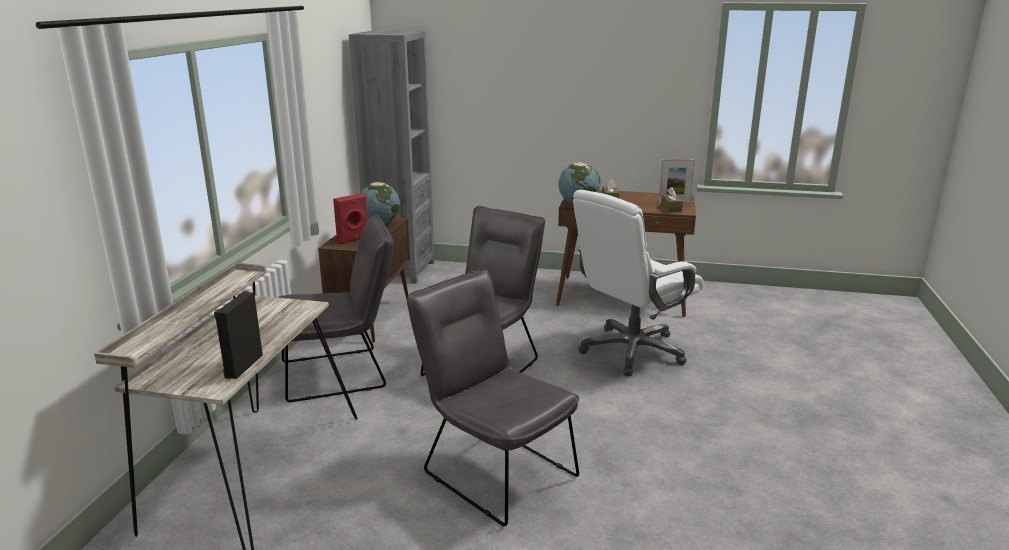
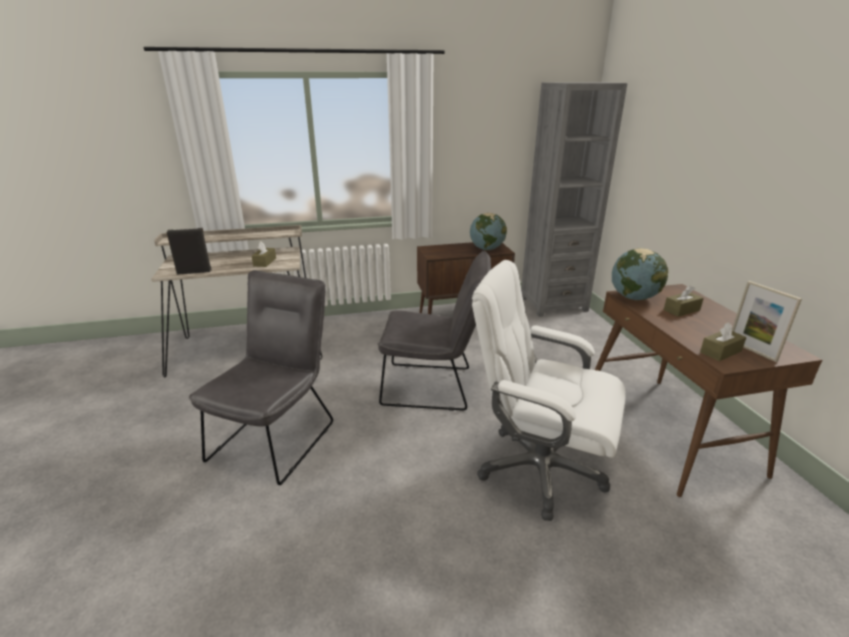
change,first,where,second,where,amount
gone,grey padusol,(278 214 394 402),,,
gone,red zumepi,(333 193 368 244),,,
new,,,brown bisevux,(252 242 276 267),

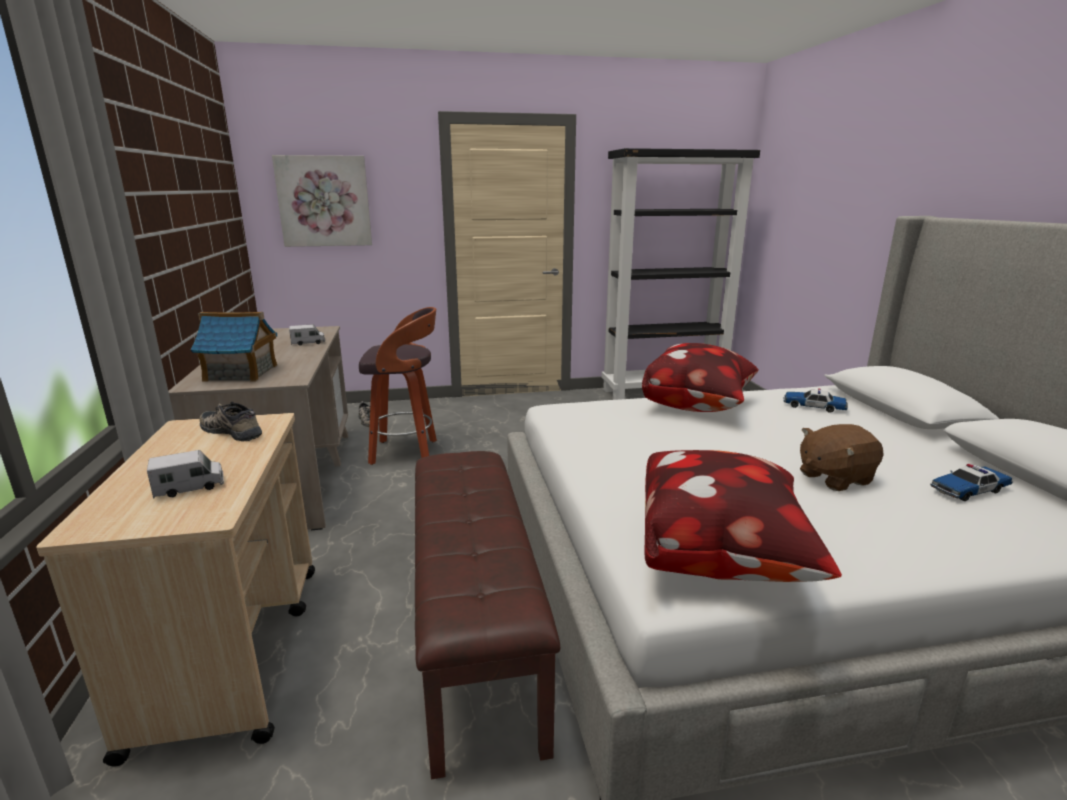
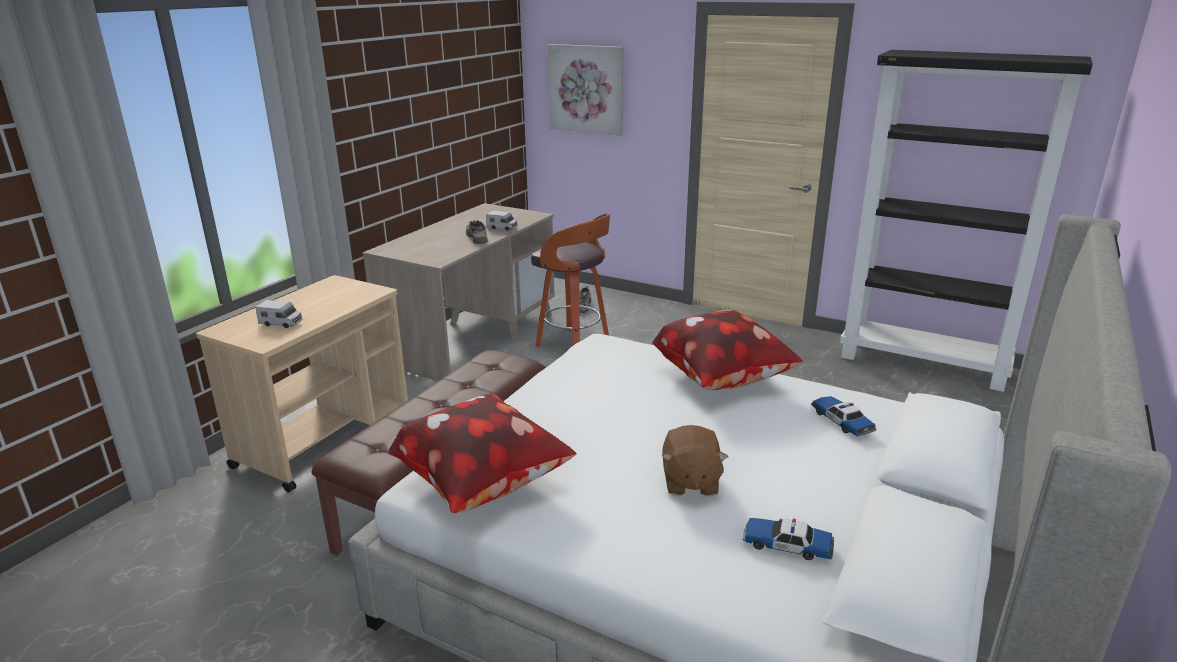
change,first,where,second,where,amount
gone,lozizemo,(191 312 277 382),,,
shifted,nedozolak,(200 402 262 441),,(466 220 488 244),
rotated,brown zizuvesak,(800 424 884 491),,(662 425 728 496),105 degrees counterclockwise

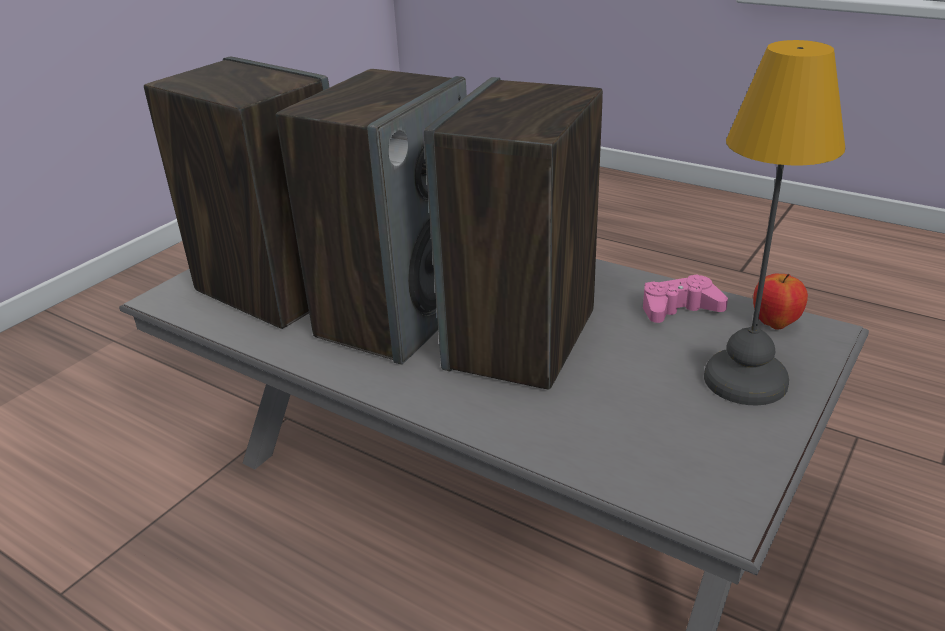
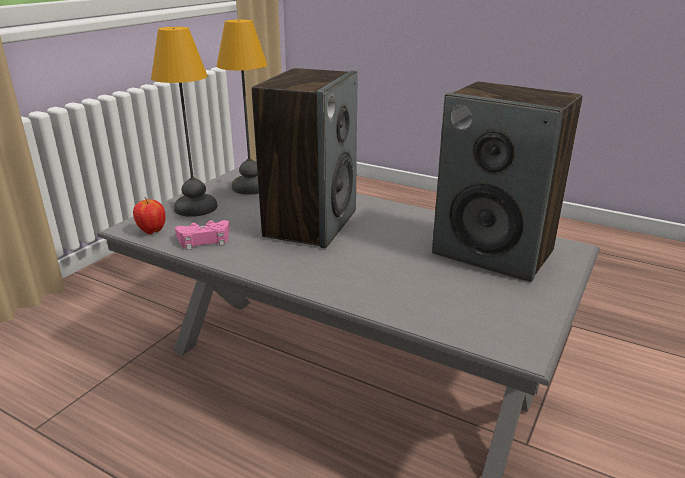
change,first,where,second,where,amount
gone,zumepi,(276 69 467 365),,,
new,,,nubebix,(217 19 267 195),

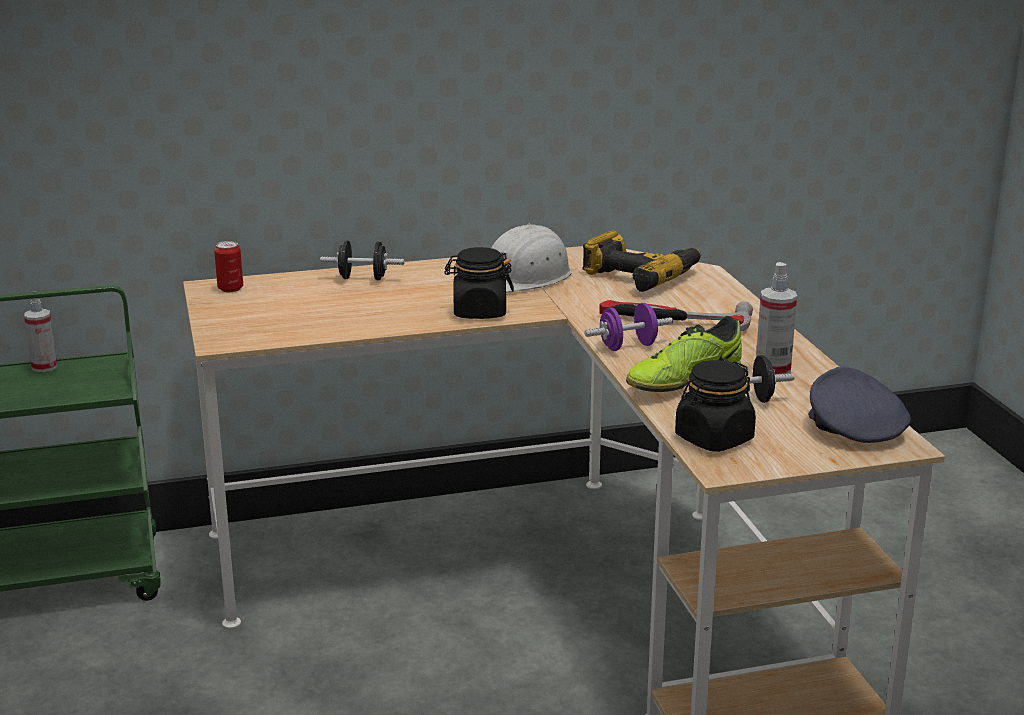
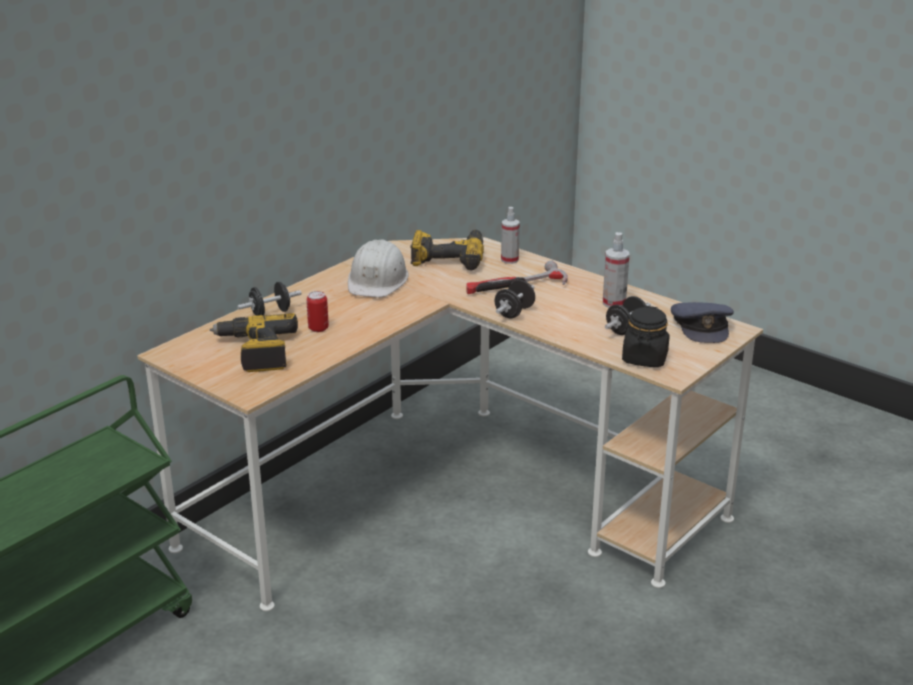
change,first,where,second,where,amount
shifted,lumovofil,(24 291 57 372),,(501 207 520 264),
shifted,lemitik,(214 241 243 292),,(306 291 329 332),
gone,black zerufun,(444 247 514 319),,,
repainted,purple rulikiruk,(584 303 673 351),black rulikiruk,(494 280 535 318),
gone,nedozolak,(626 316 742 392),,,
rotated,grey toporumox,(808 366 911 443),,(671 302 734 343),135 degrees counterclockwise
new,,,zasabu,(210 313 298 372),

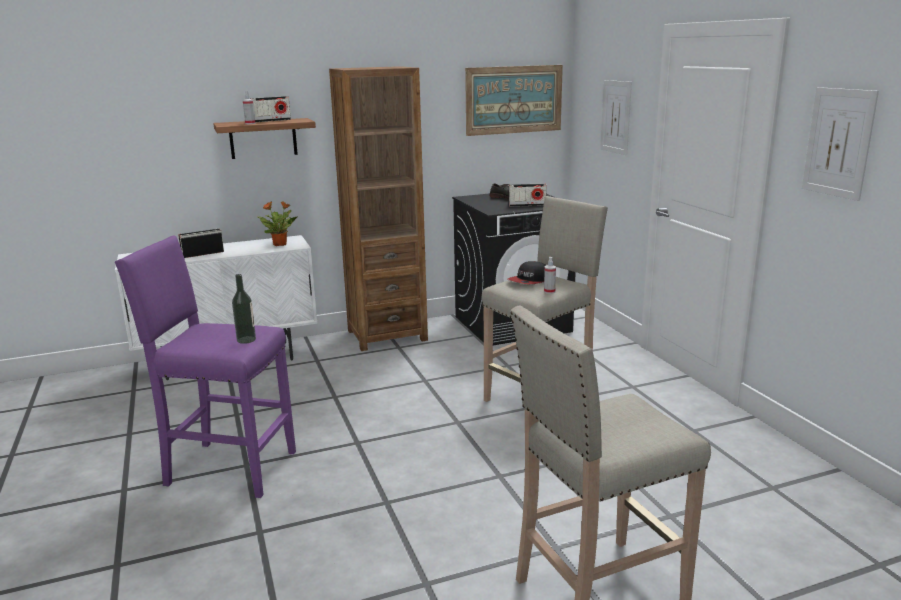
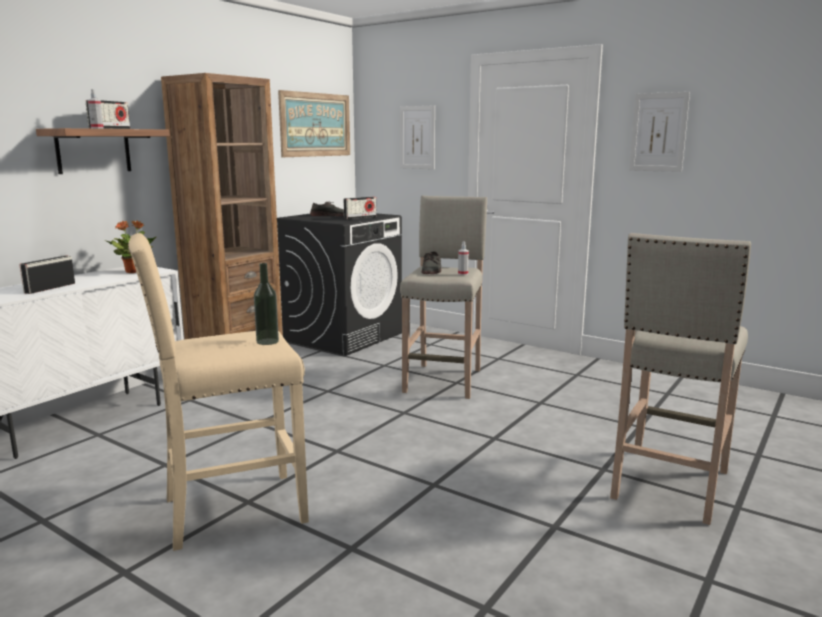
change,first,where,second,where,amount
repainted,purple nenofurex,(115 236 296 498),beige nenofurex,(128 233 309 551),
swapped,toporumox,(508 261 546 284),grey nedozolak,(421 251 441 274),

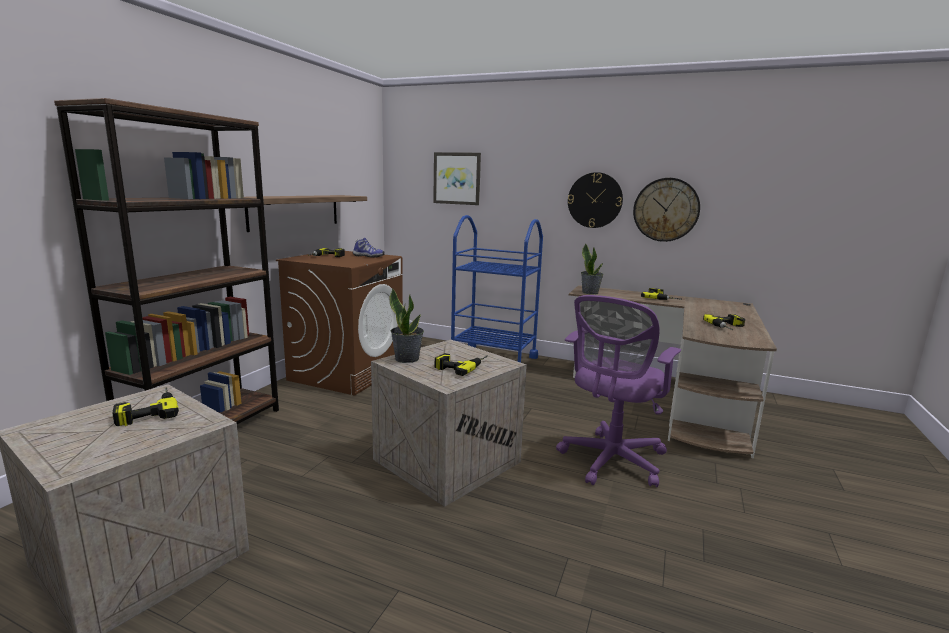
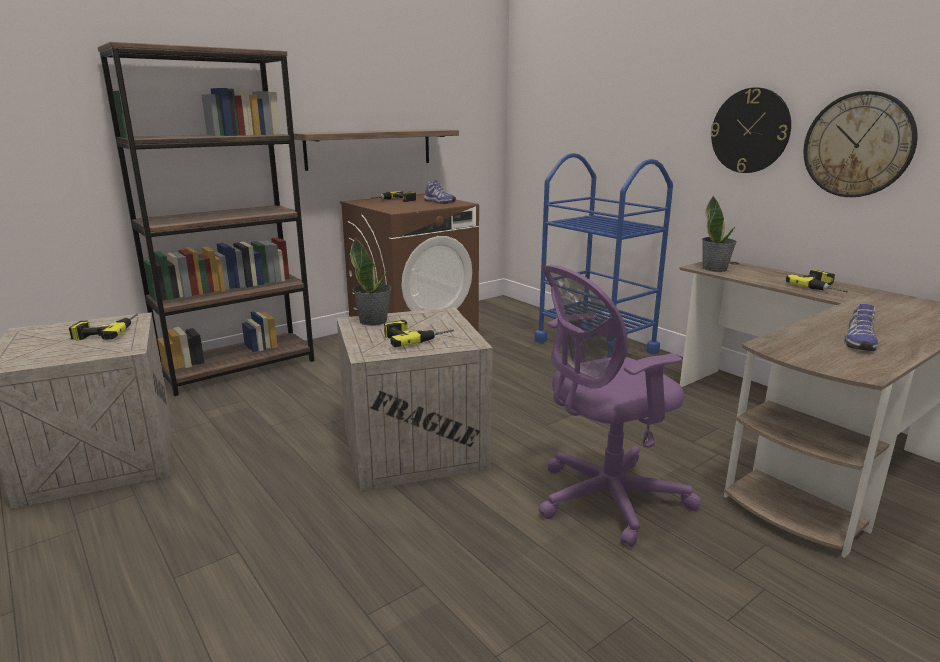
change,first,where,second,where,amount
gone,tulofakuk,(433 152 481 205),,,
swapped,zasabu,(703 314 745 330),nedozolak,(845 304 878 351),

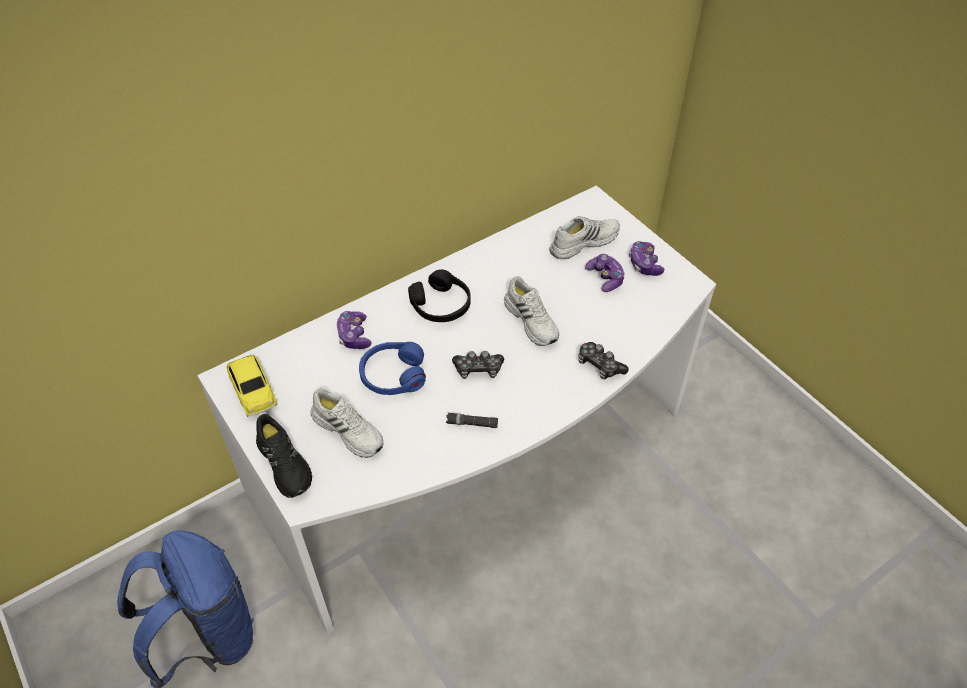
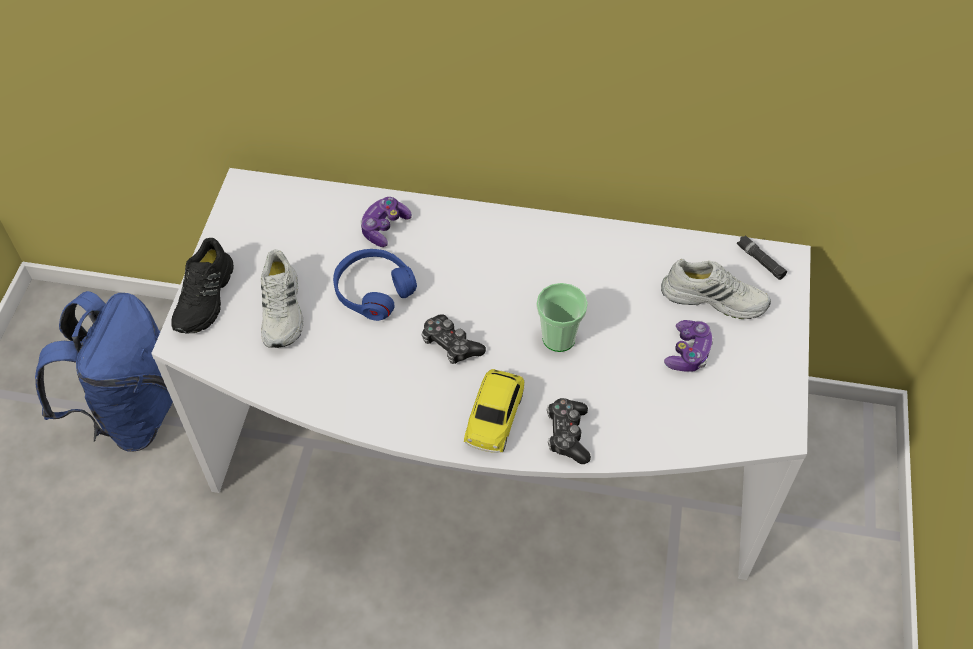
change,first,where,second,where,amount
shifted,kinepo,(227 355 277 417),,(464 369 524 453),
gone,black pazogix,(408 270 471 322),,,
shifted,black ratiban,(446 413 498 428),,(737 235 787 280),
swapped,white nedozolak,(504 276 559 346),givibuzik,(536 283 588 352),
gone,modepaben,(629 241 664 276),,,

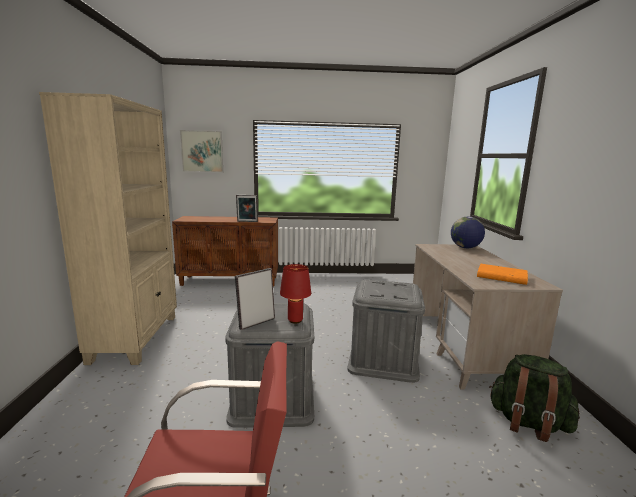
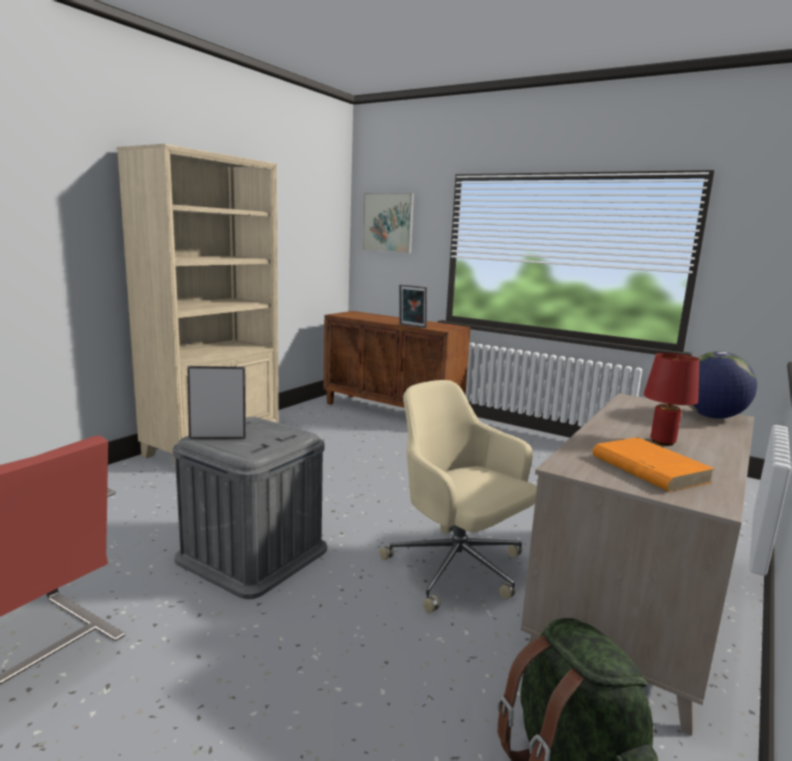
change,first,where,second,where,amount
shifted,red nubebix,(280 264 311 323),,(644 353 700 446),
swapped,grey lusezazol,(348 279 425 383),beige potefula,(379 380 537 613),

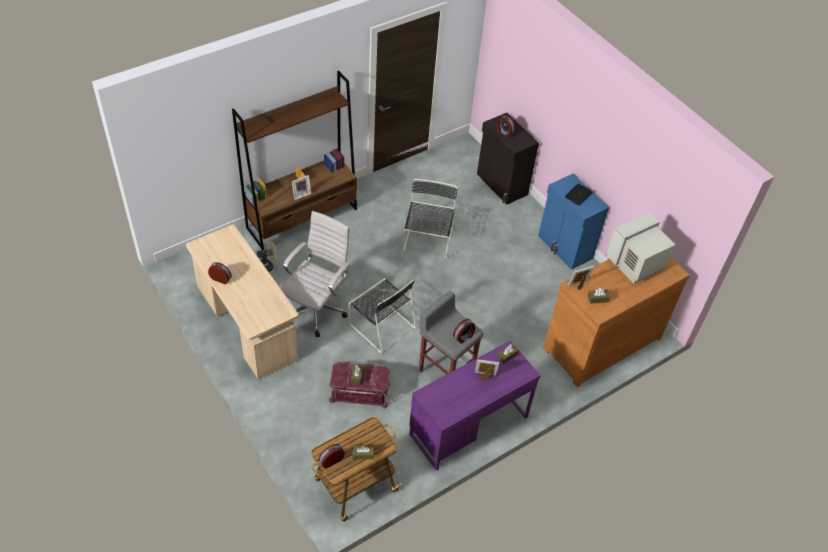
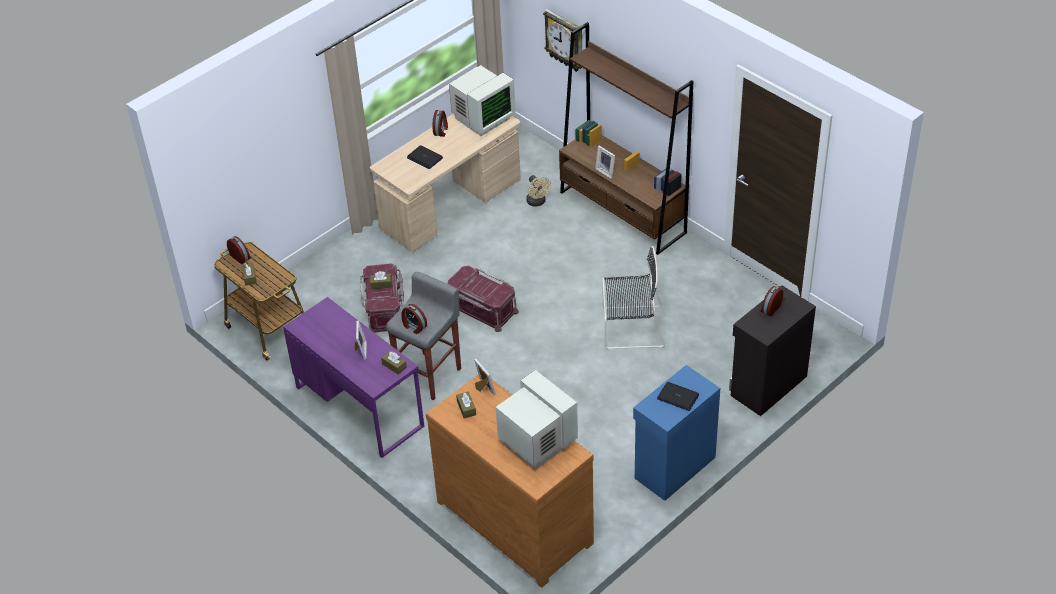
change,first,where,second,where,amount
gone,white potefula,(280 211 351 337),,,
swapped,black padusol,(349 278 416 353),red lusezazol,(448 266 519 332),
new,,,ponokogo,(407 145 443 169),
new,,,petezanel,(449 65 516 136),
new,,,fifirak,(543 9 582 72),

